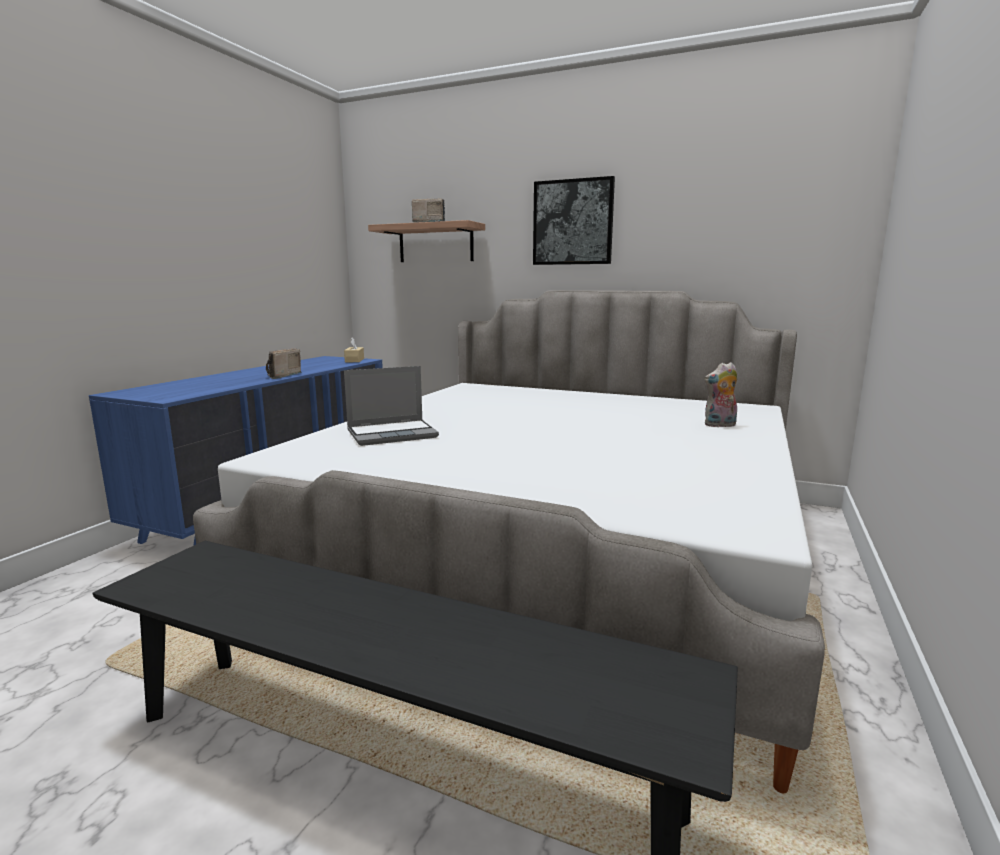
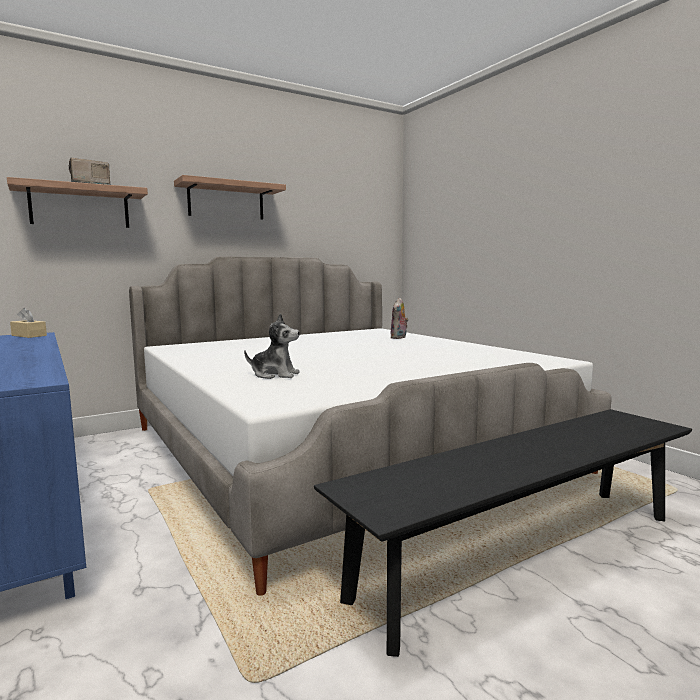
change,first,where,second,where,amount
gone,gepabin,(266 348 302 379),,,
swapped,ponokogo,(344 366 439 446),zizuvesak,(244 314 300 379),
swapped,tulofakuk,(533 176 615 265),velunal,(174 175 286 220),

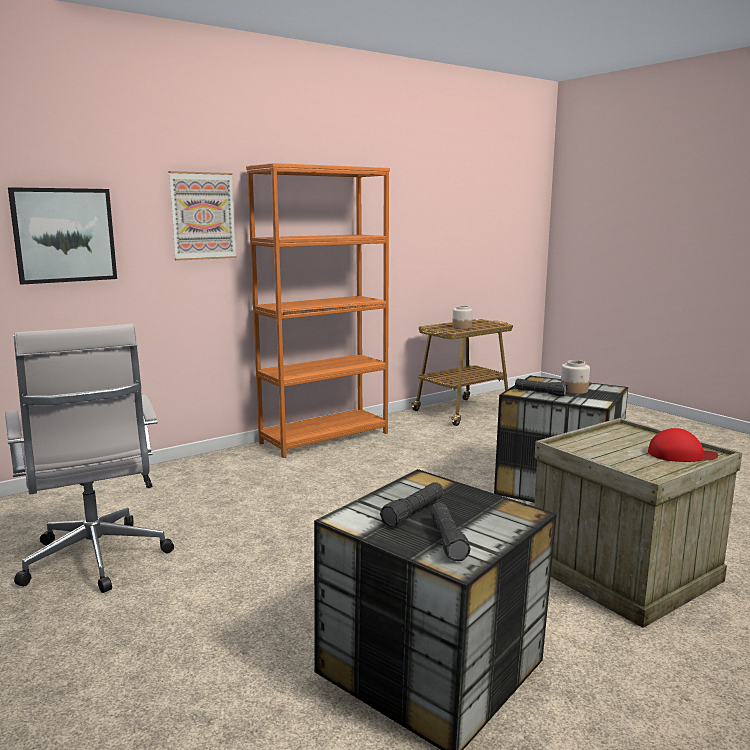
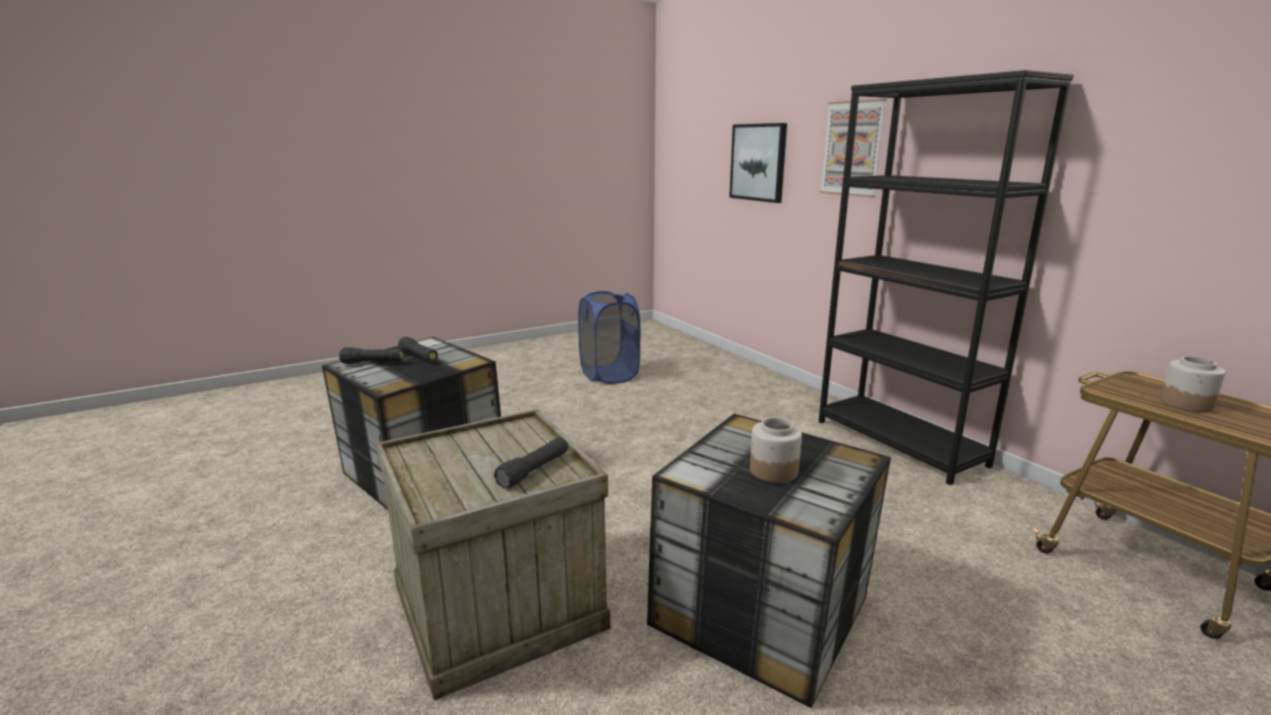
change,first,where,second,where,amount
swapped,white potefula,(5 324 174 593),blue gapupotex,(578 291 640 384),
repainted,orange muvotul,(246 163 390 458),black muvotul,(818 70 1074 485),
shifted,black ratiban,(515 379 568 397),,(494 437 568 489),
gone,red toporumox,(648 428 718 462),,,

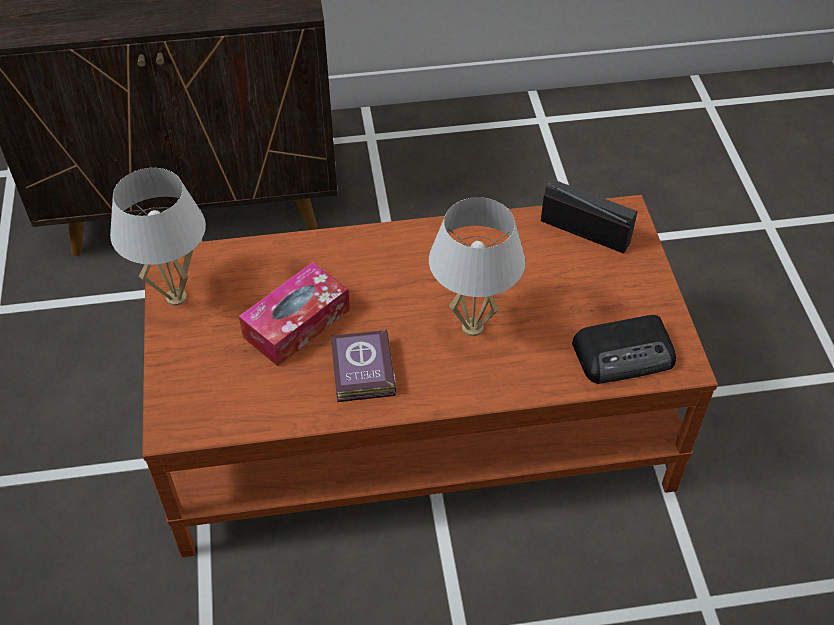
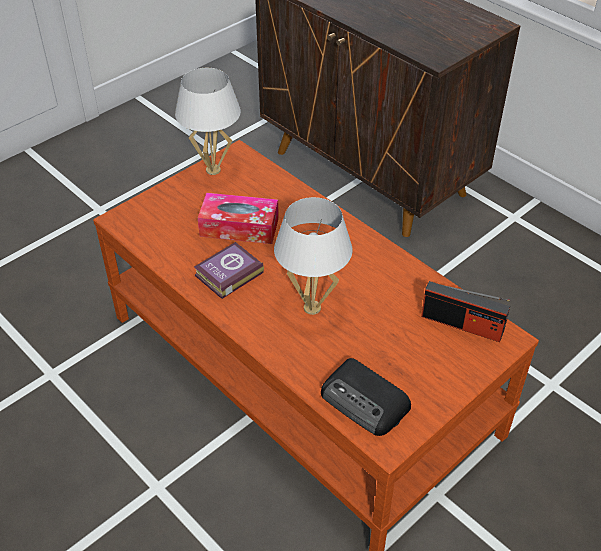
change,first,where,second,where,amount
rotated,gepabin,(541 179 637 254),,(421 281 510 342),120 degrees clockwise

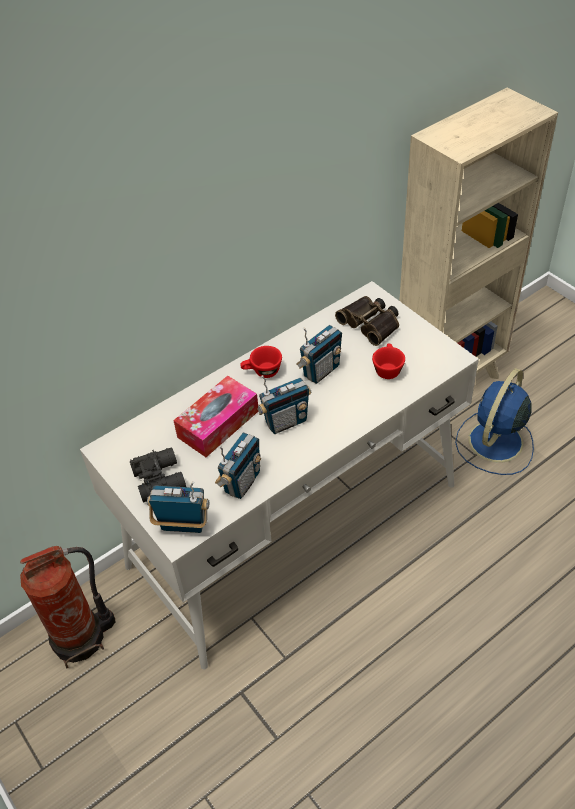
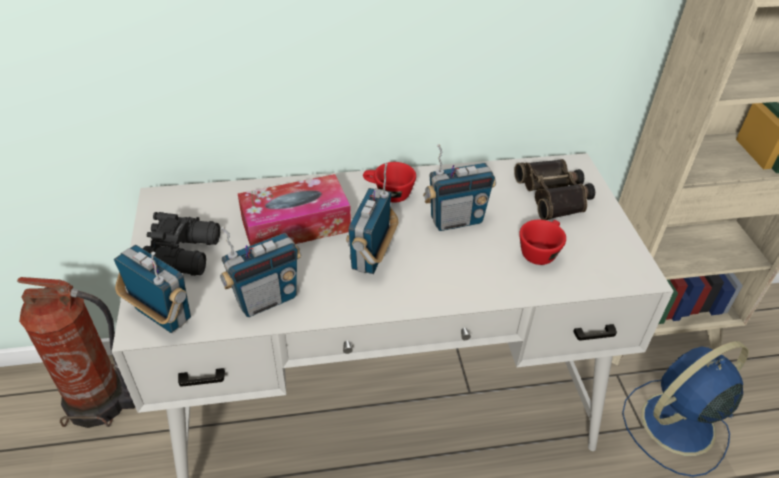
change,first,where,second,where,amount
rotated,gepabin,(257 375 311 434),,(346 163 398 274),105 degrees clockwise

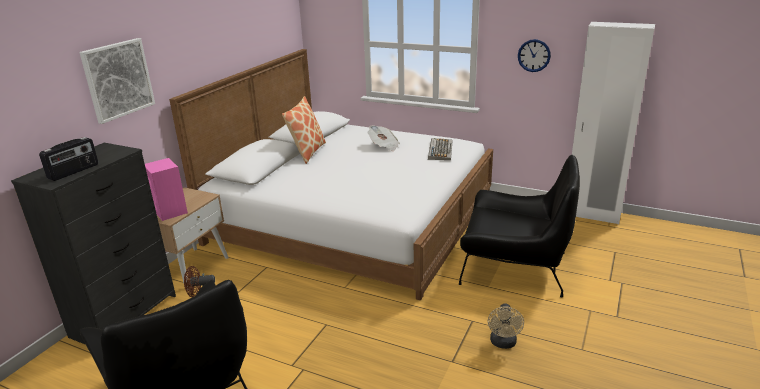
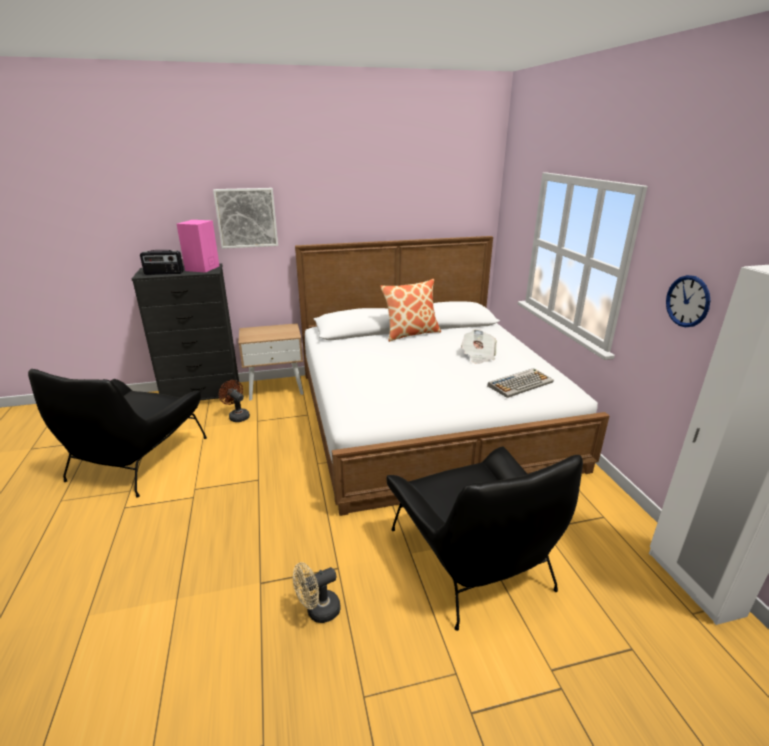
change,first,where,second,where,amount
shifted,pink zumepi,(145 158 188 221),,(177 220 219 273),

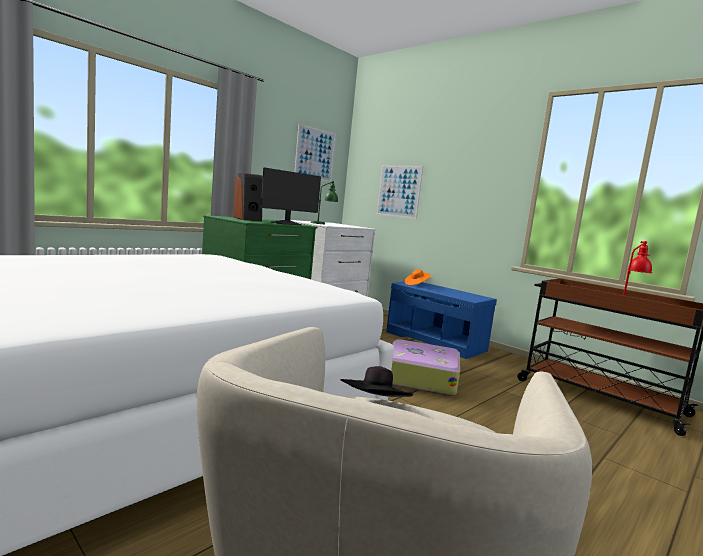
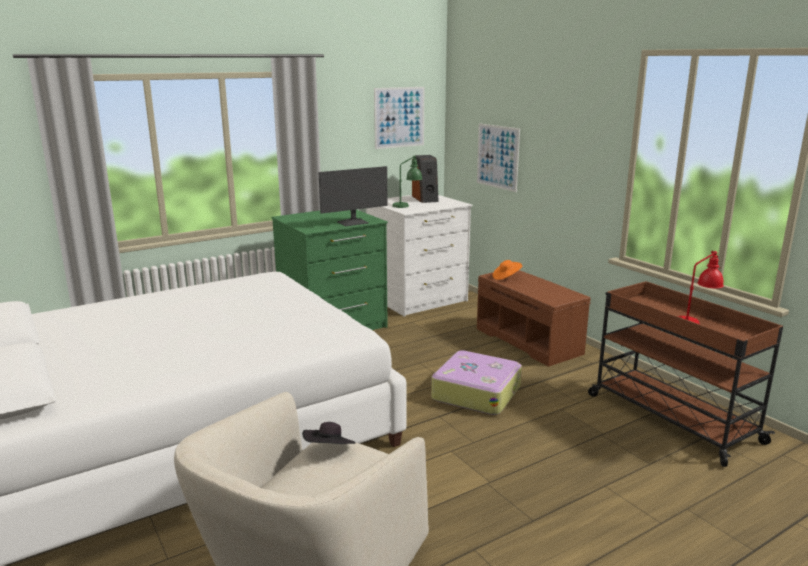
change,first,where,second,where,amount
shifted,zumepi,(233 173 263 221),,(412 155 439 203),
repainted,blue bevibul,(386 282 497 359),brown bevibul,(477 270 591 367),

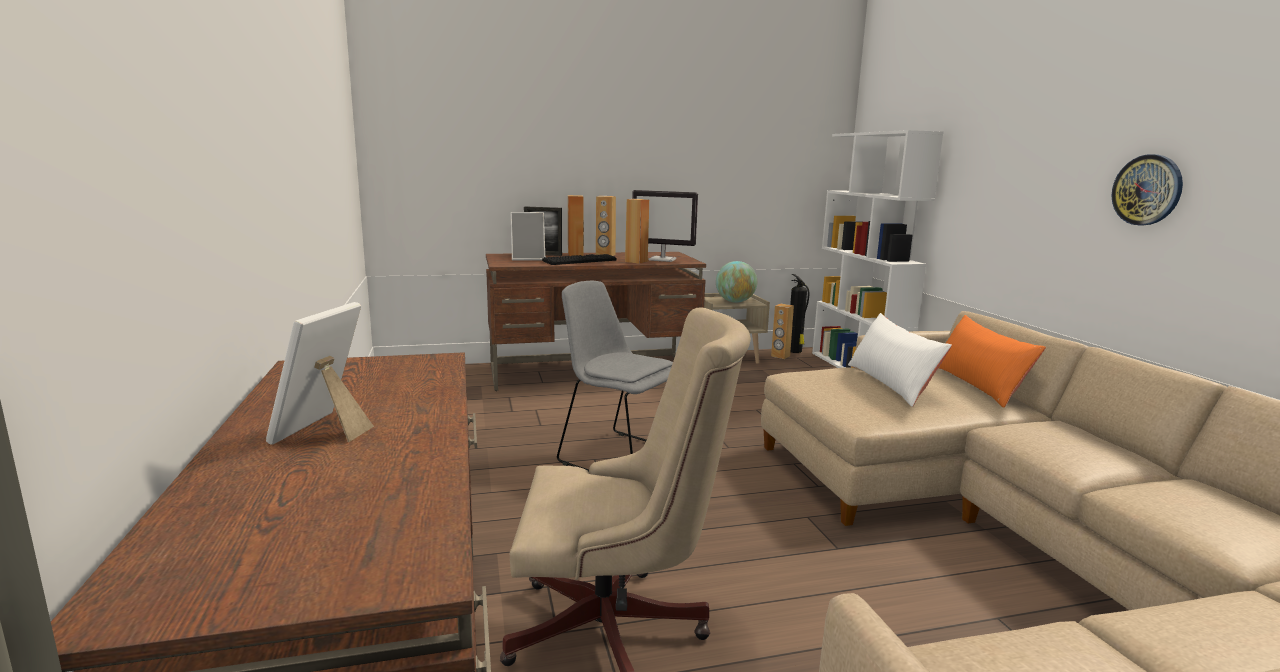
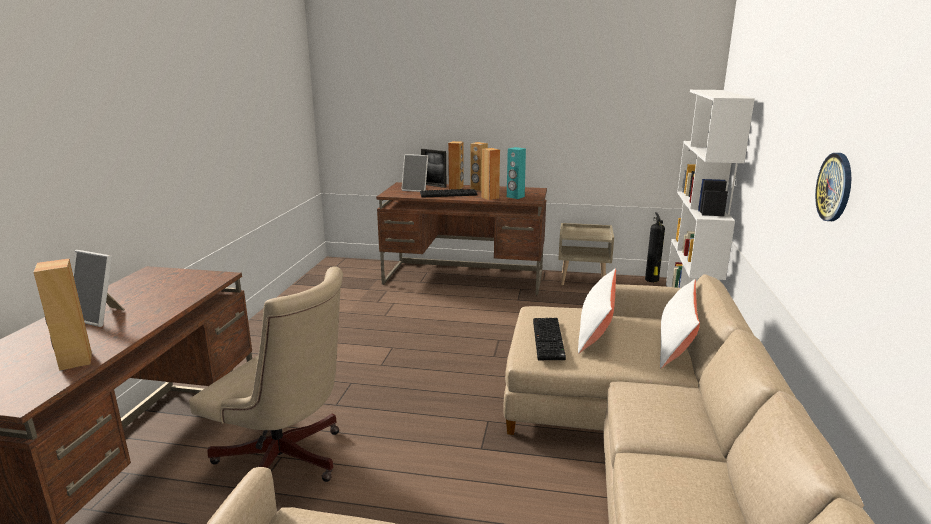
change,first,where,second,where,amount
rotated,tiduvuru,(266 302 374 445),,(72 250 125 327),105 degrees counterclockwise
gone,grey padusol,(557 281 673 472),,,
swapped,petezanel,(632 190 698 262),turquoise zumepi,(507 147 526 199),
gone,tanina,(716 261 757 303),,,
shifted,brown zumepi,(771 304 794 359),,(34 259 92 371),
repainted,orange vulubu,(939 315 1046 408),white vulubu,(660 279 700 368),
new,,,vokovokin,(533 318 566 360),

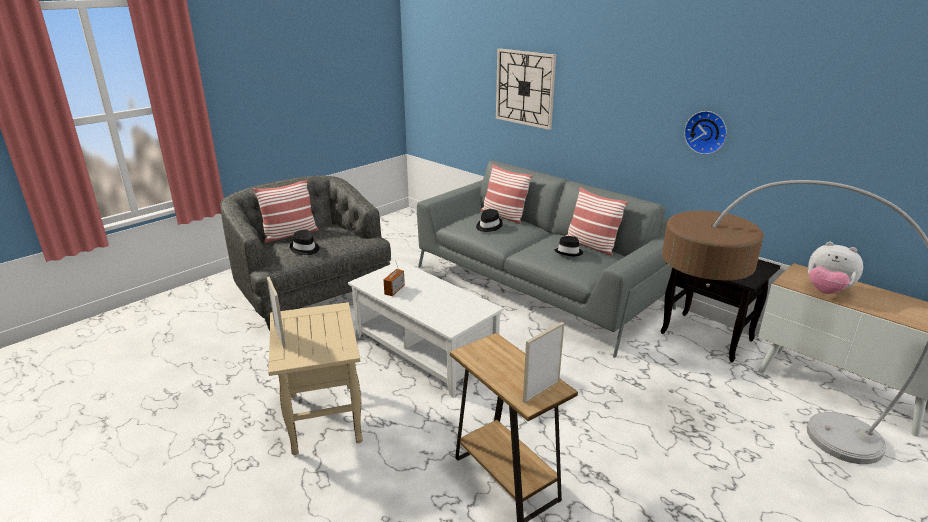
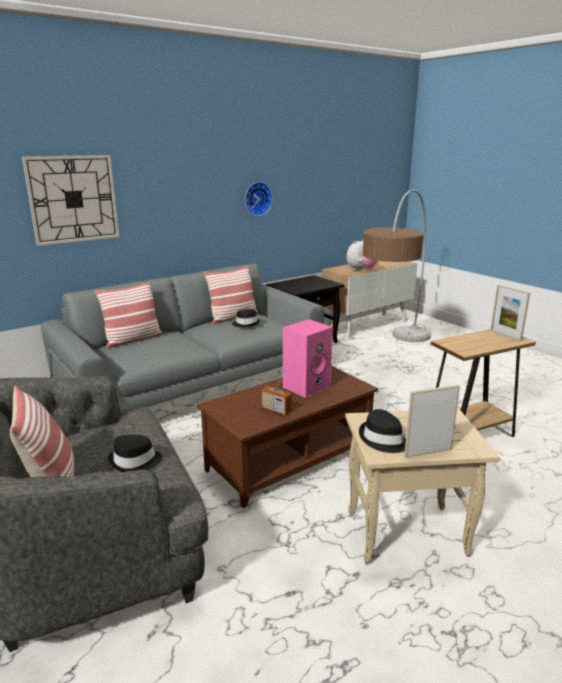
change,first,where,second,where,amount
repainted,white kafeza,(348 260 504 397),brown kafeza,(197 366 378 508),
shifted,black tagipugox,(476 209 503 232),,(359 409 406 453),
new,,,pink zumepi,(283 319 333 398),

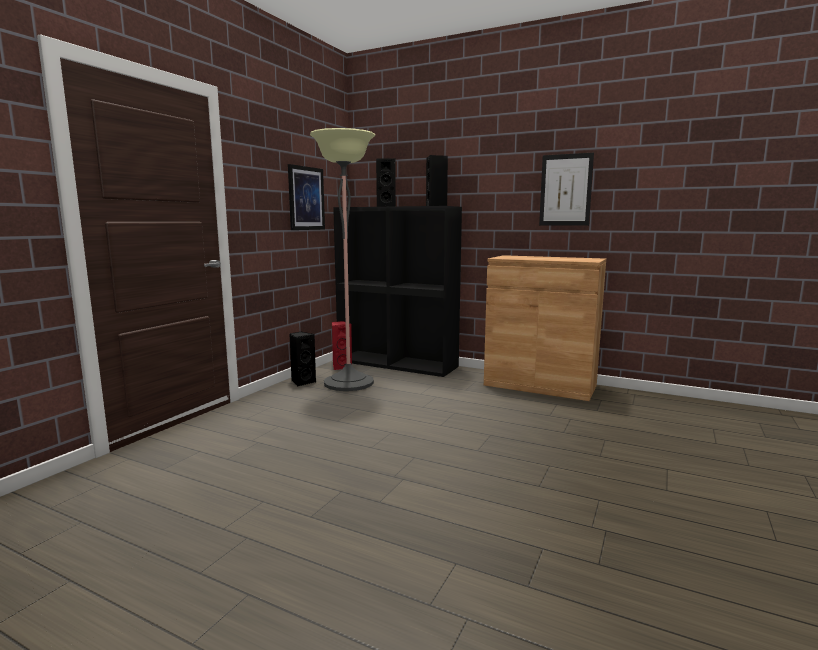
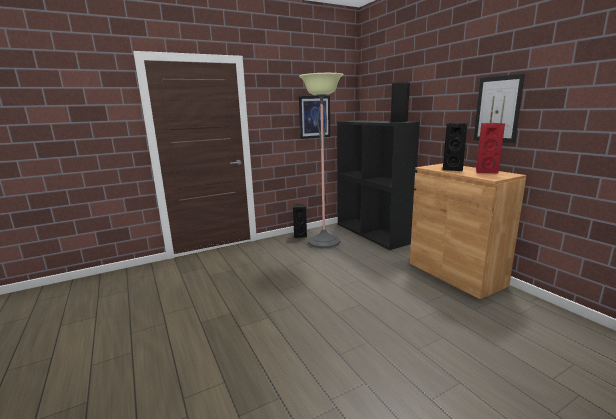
change,first,where,second,where,amount
shifted,red zumepi,(332 321 352 370),,(476 123 505 173),
shifted,black zumepi,(376 158 396 207),,(443 123 467 171),

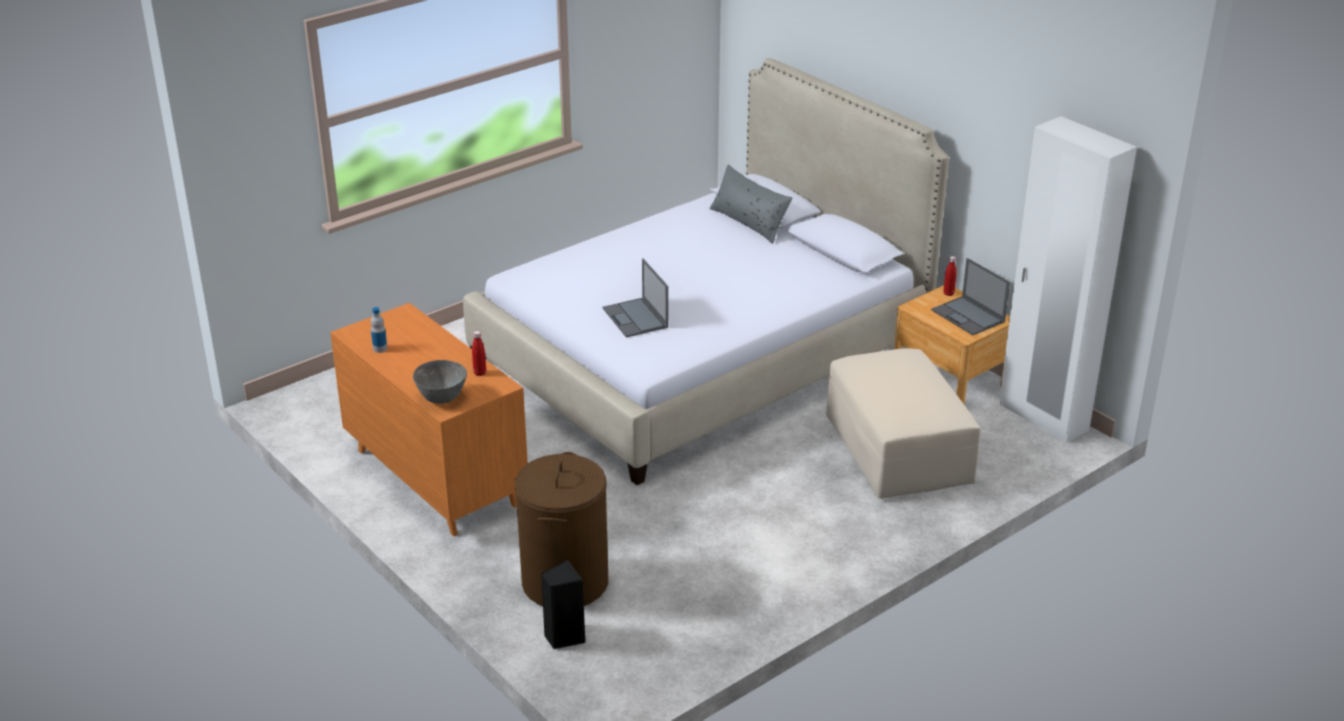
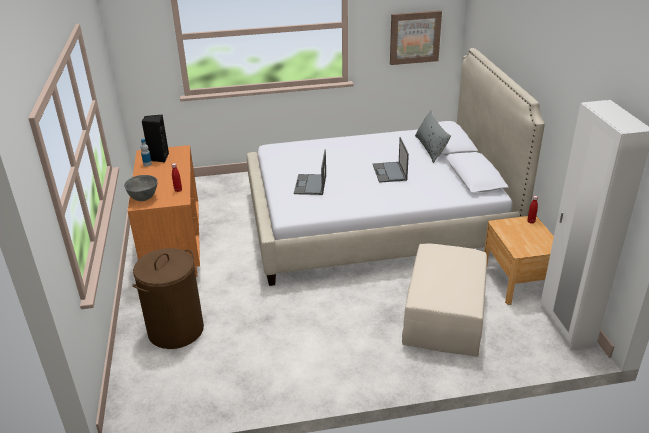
change,first,where,second,where,amount
shifted,black zumepi,(541 560 585 649),,(142 114 169 162),
shifted,ponokogo,(931 258 1010 335),,(373 137 409 183),
new,,,tulofakuk,(390 10 442 65),

